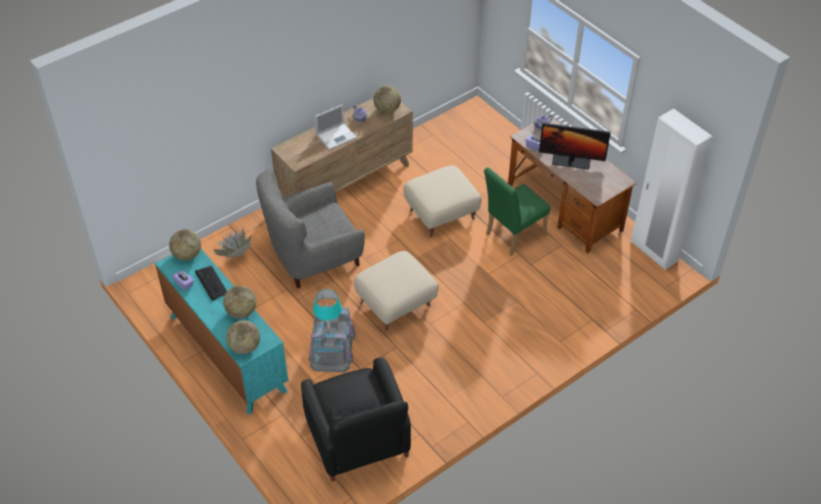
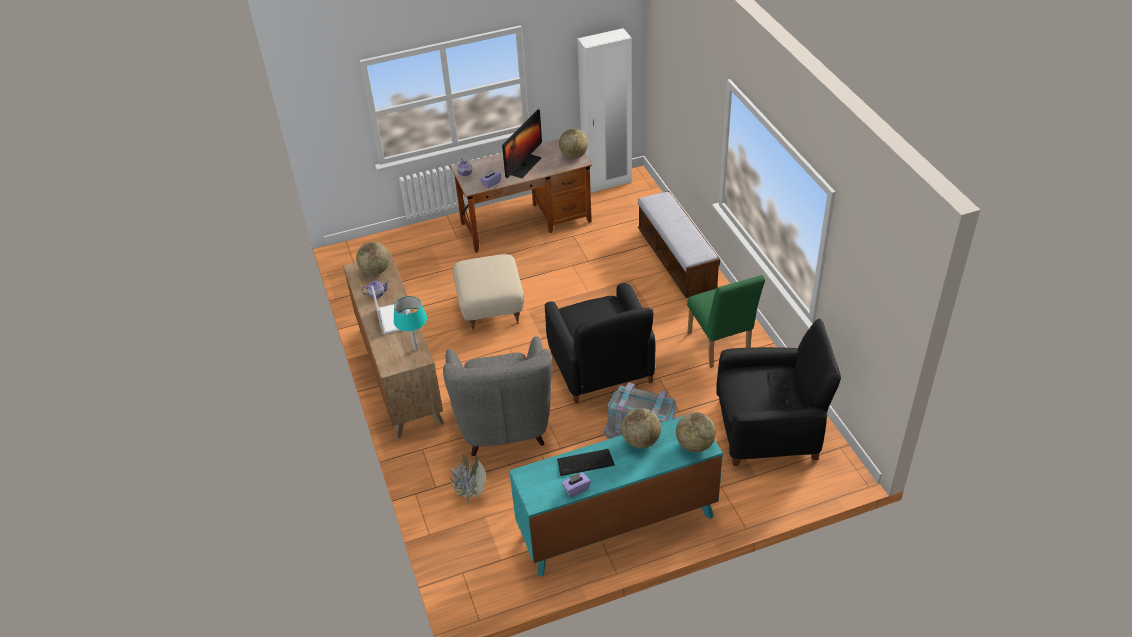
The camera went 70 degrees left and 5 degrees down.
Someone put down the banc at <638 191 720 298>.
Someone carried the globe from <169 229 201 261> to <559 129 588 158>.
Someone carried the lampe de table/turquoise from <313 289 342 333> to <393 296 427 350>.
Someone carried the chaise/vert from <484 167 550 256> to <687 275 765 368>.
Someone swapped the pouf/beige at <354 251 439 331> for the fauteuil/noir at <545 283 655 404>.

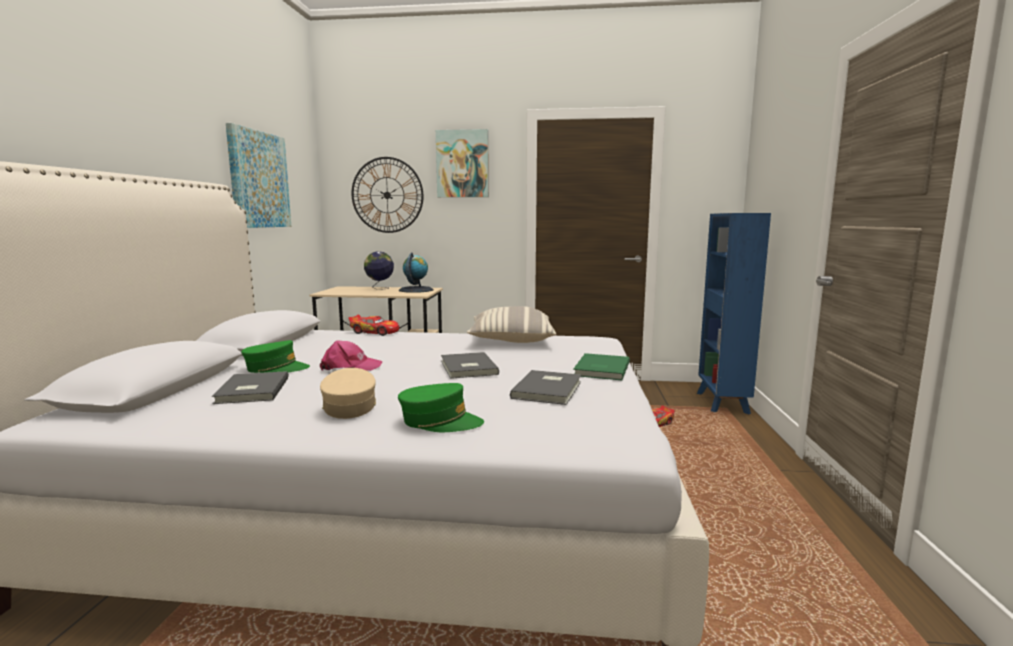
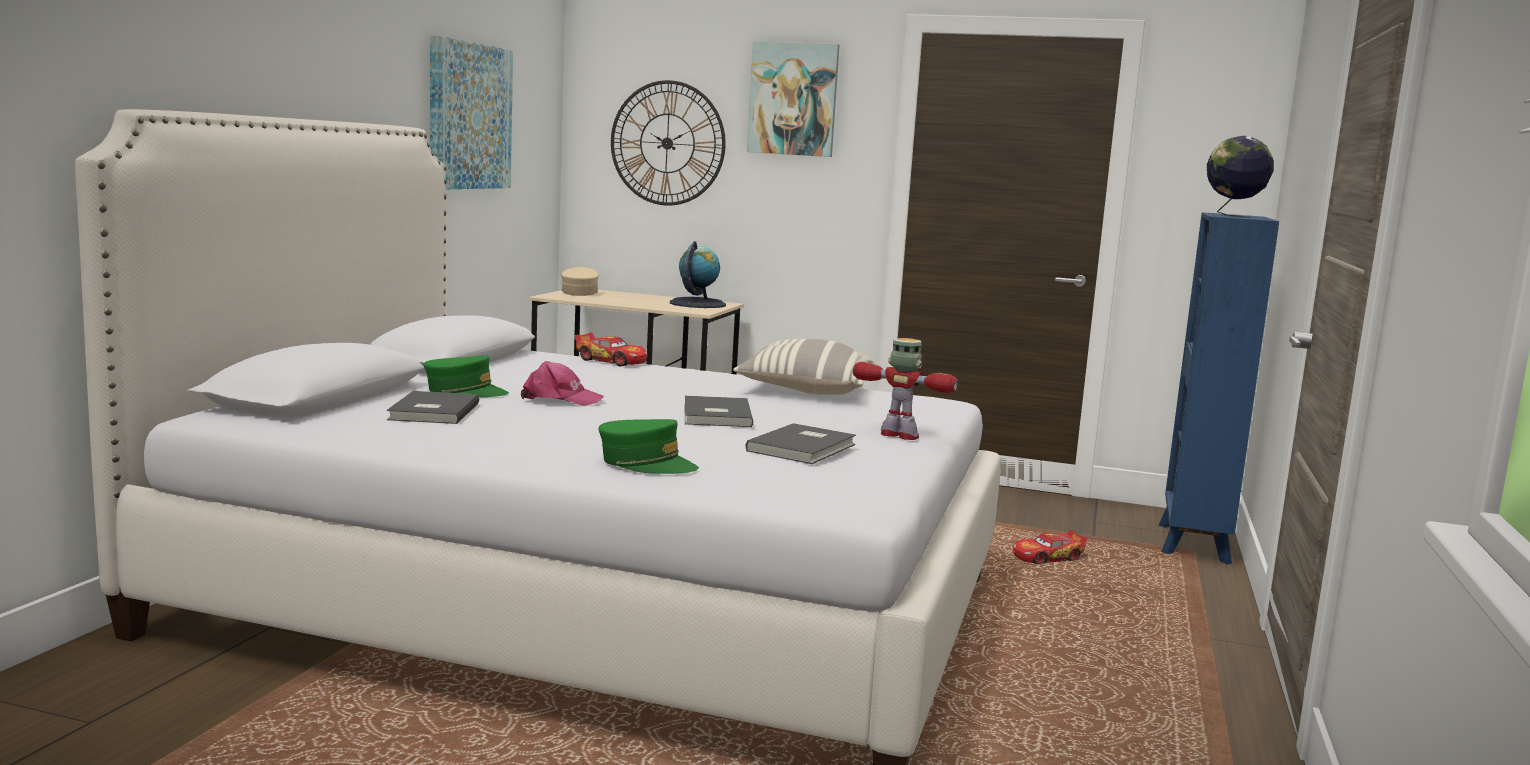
The camera went 10 degrees right and 0 degrees up.
Someone carried the casquette/beige from <320 368 376 419> to <561 267 599 296>.
Someone carried the globe from <364 251 394 290> to <1207 136 1274 218>.
Someone swapped the livre/vert at <573 353 630 380> for the robot jouet at <853 338 958 440>.

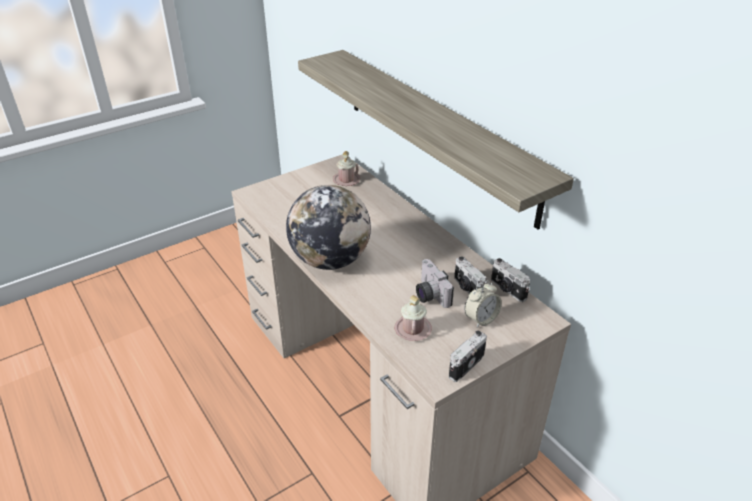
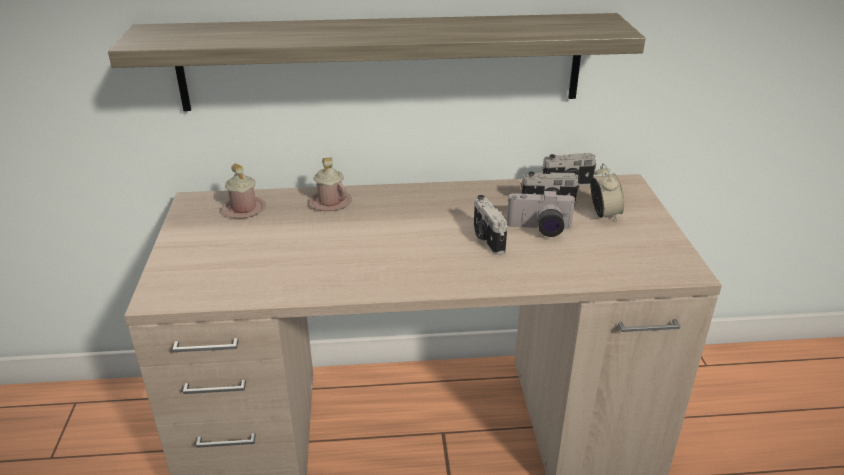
The camera went 60 degrees left and 5 degrees down.
Someone took away the globe at <286 185 371 270>.
Someone carried the mug/rose from <395 295 432 341> to <309 158 352 211>.
Someone carried the appareil photo from <449 331 487 382> to <474 195 507 255>.

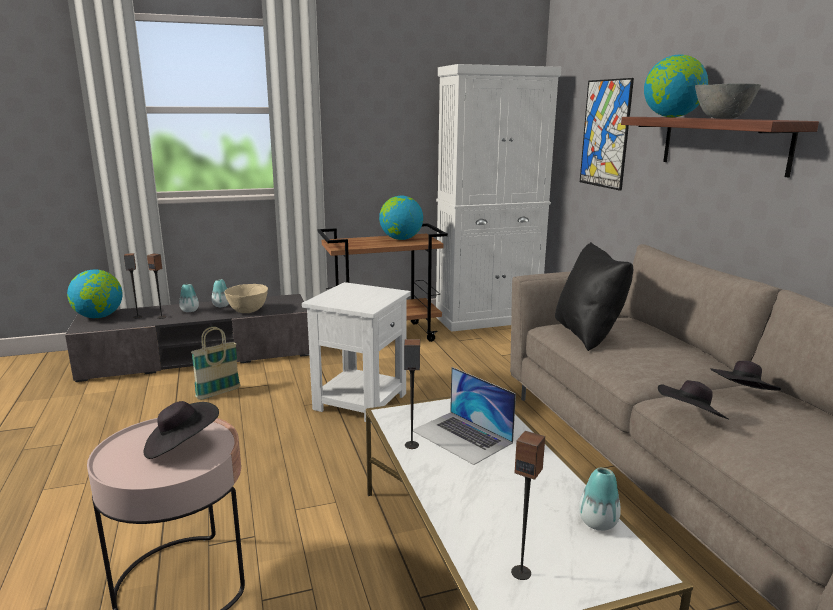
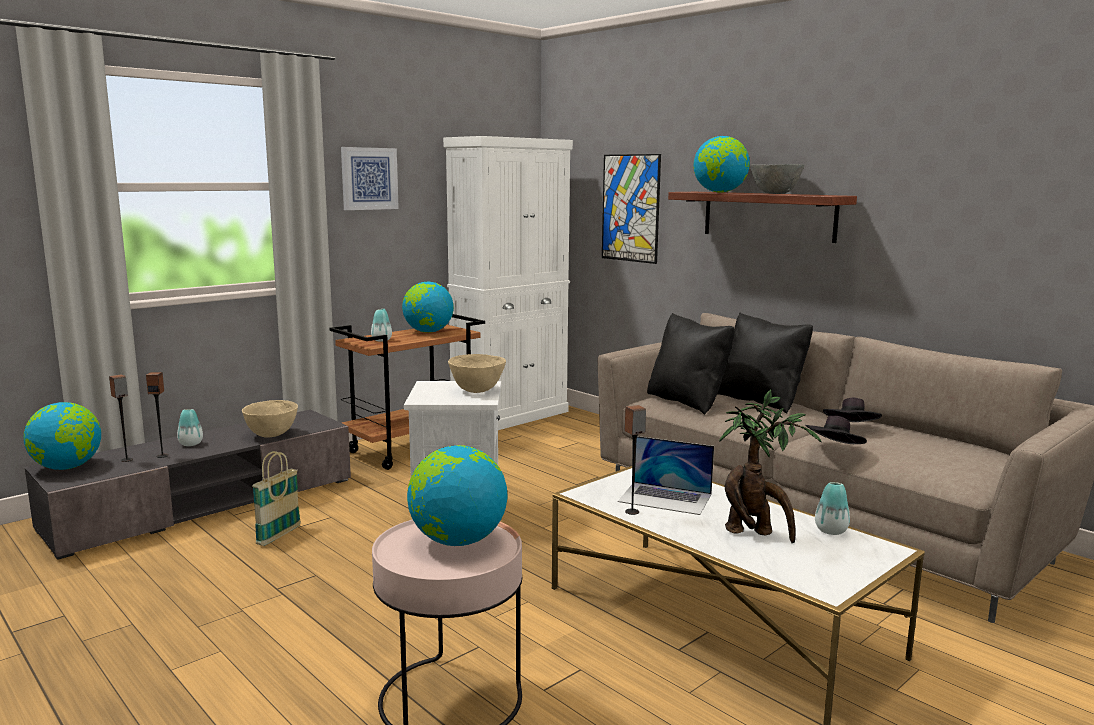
The camera went 25 degrees left and 5 degrees down.
Someone took away the enceinte at <511 431 545 580>.
Someone put up the tableau at <341 147 399 210>.
Someone put down the bol/beige at <448 354 506 393>.
Someone put down the coussin/noir at <717 312 813 414>.
Someone put down the plante en pot at <719 390 821 543>.
Someone carried the vase from <212 279 229 307> to <371 309 392 341>.
Someone swapped the chapeau/noir at <144 401 219 459> for the globe at <407 445 508 546>.

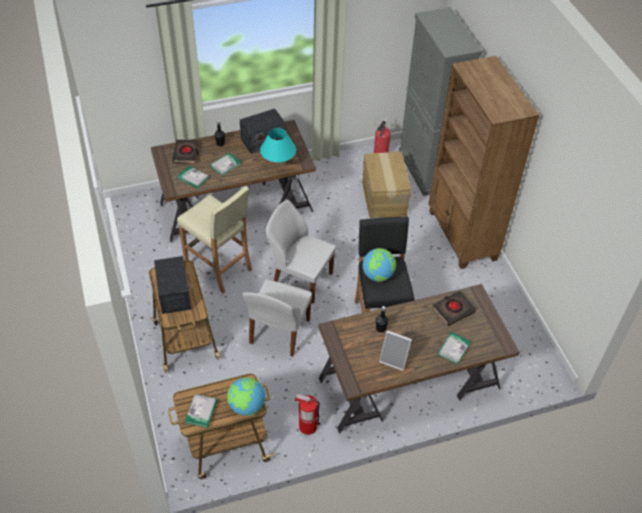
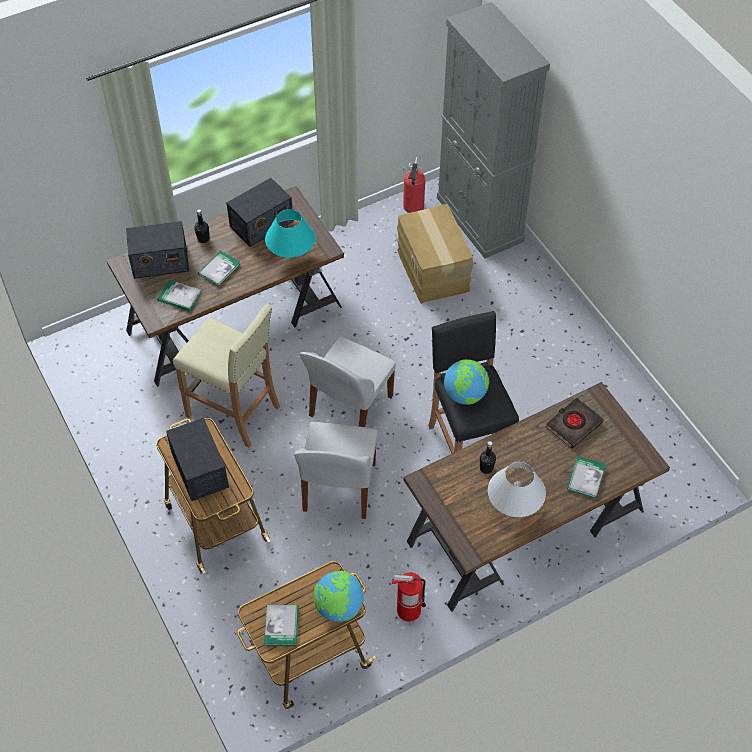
The camera went 10 degrees left and 5 degrees up.
Someone took away the bibliothèque/marron at <429 56 540 269>.
Someone swapped the livre/noir at <172 140 199 164> for the radio at <126 221 189 279>.
Someone swapped the cadre photo at <379 330 412 371> for the lampe de table/blanc at <488 462 546 517>.
Someone rotated the chaise/blanc at <265 200 336 304> by 75 degrees counterclockwise.

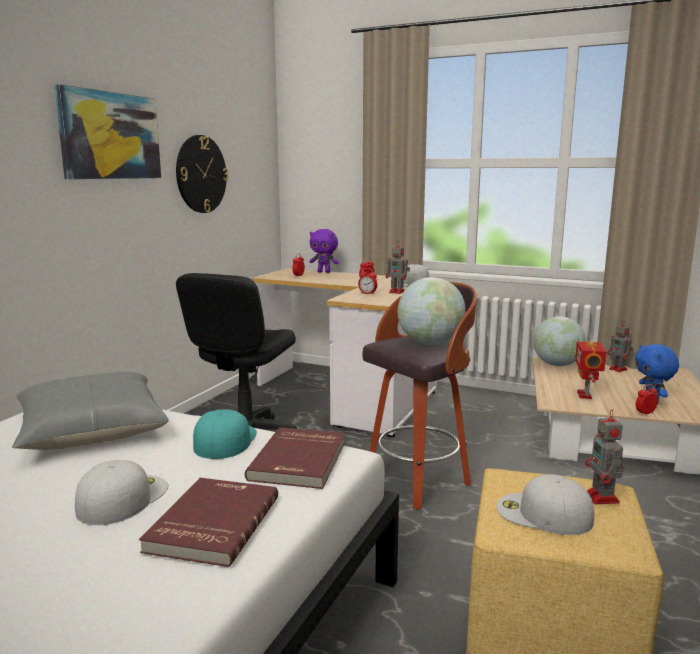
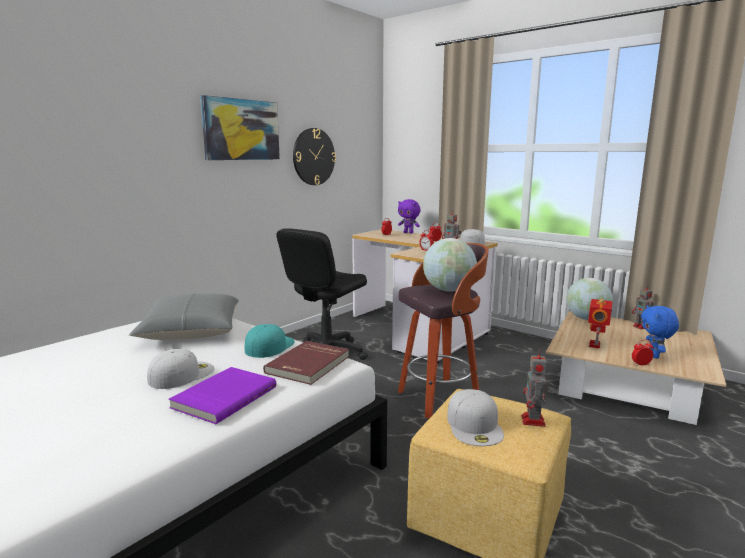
The camera went 15 degrees right and 0 degrees up.
Someone repainted the livre/rouge at <139 478 278 567>, which became the livre/violet at <169 367 276 424>.
Someone rotated the casquette/blanc at <497 474 594 535> by 135 degrees counterclockwise.

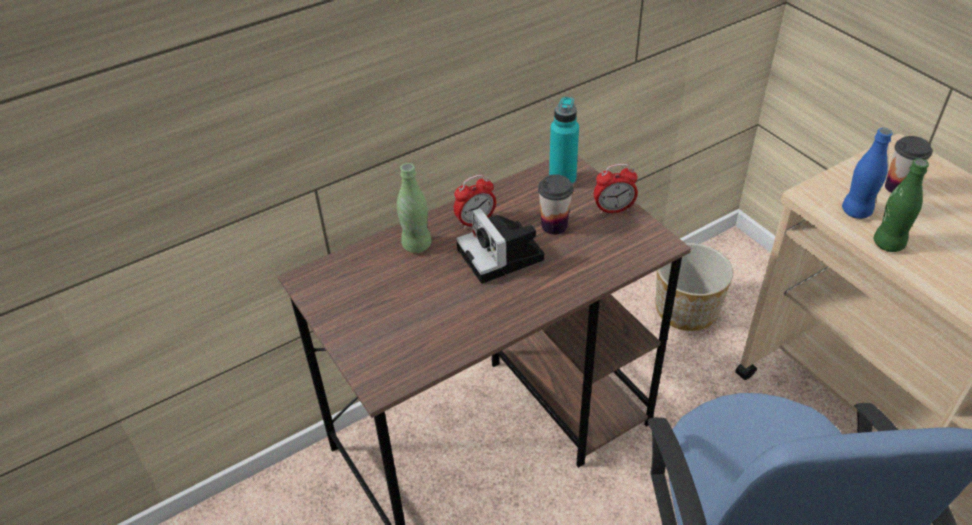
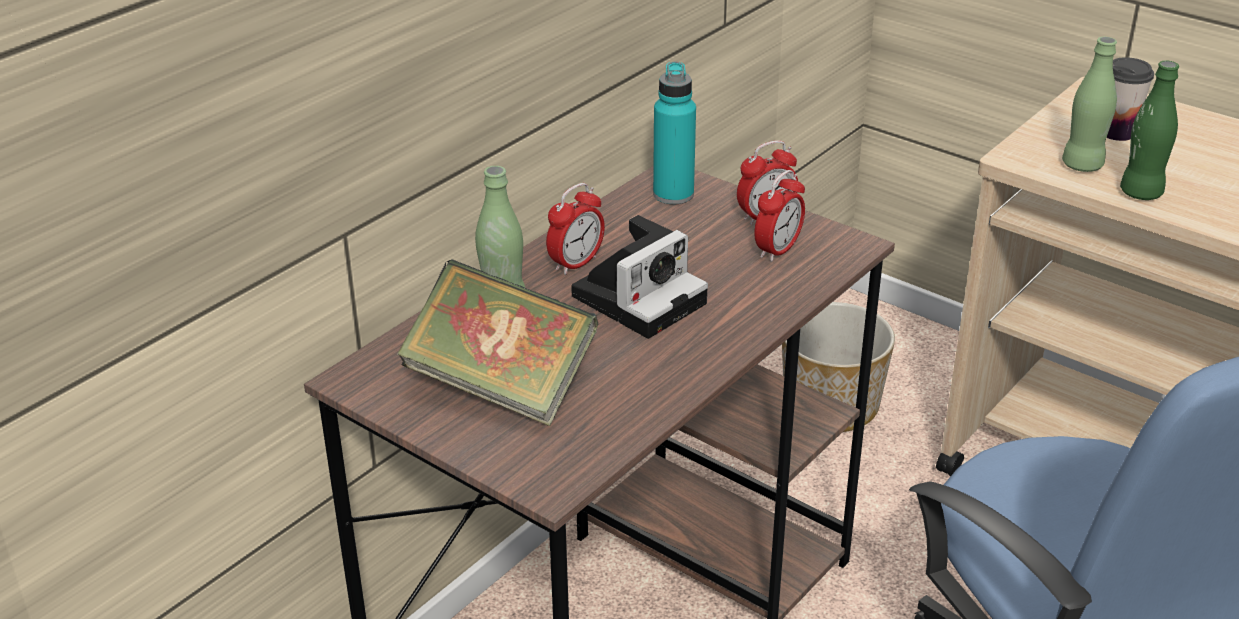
The camera went 20 degrees left and 10 degrees down.
Someone took away the tasse at <538 174 573 235>.
Someone put down the livre at <397 259 598 426>.
Someone put down the réveil at <754 170 805 262>.
Someone repainted the bouteille/bleu at <842 128 893 219>, which became the bouteille/vert at <1062 37 1117 172>.
Someone rotated the appareil photo at <456 208 544 284> by 90 degrees counterclockwise.

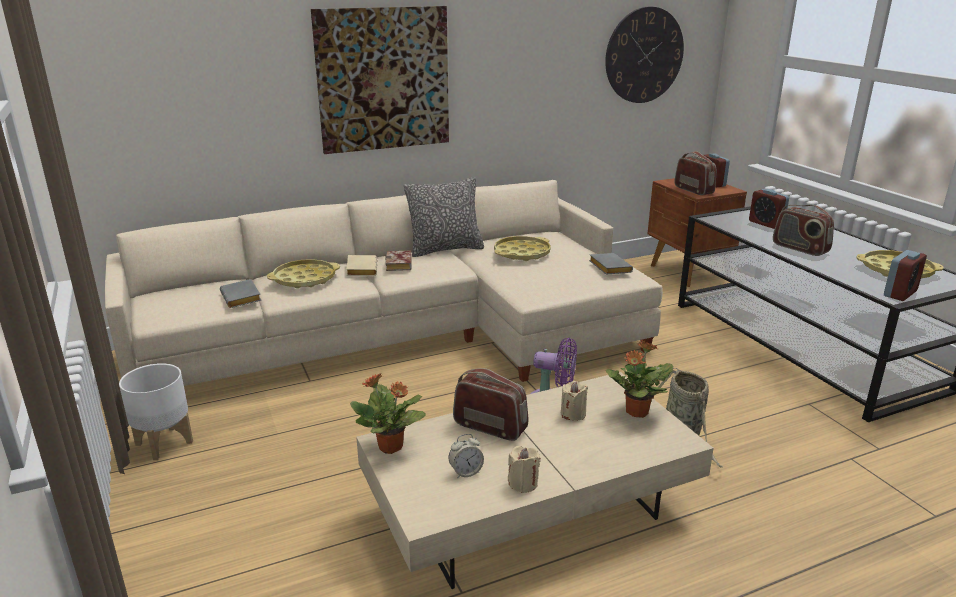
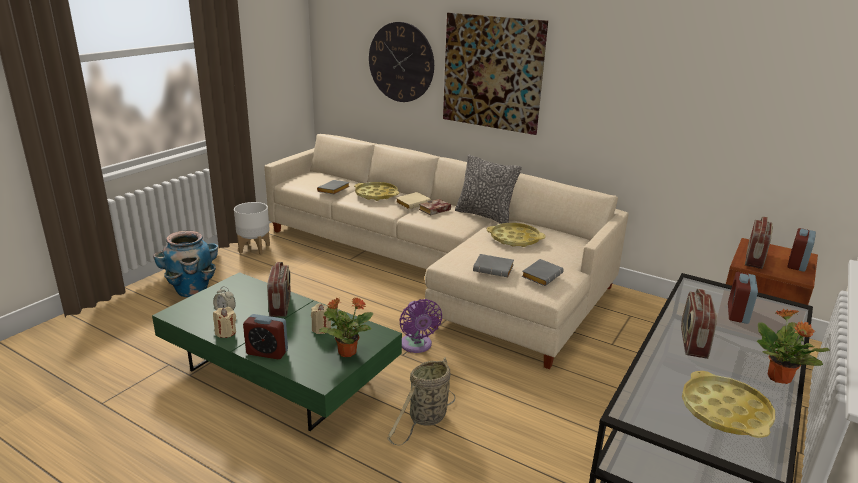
The camera went 55 degrees right and 0 degrees up.
Someone put down the cache-pot at <153 231 218 297>.
Someone put down the livre/gris at <473 254 514 277>.
Someone carried the plante en pot from <350 373 426 454> to <757 309 830 384>.
Someone carried the horloge murale from <605 7 684 103> to <369 22 434 102>.
Someone carried the réveil from <884 250 927 301> to <243 314 288 359>.
Someone repainted the table basse/beige at <356 372 714 589>, which became the table basse/vert at <152 272 402 431>.

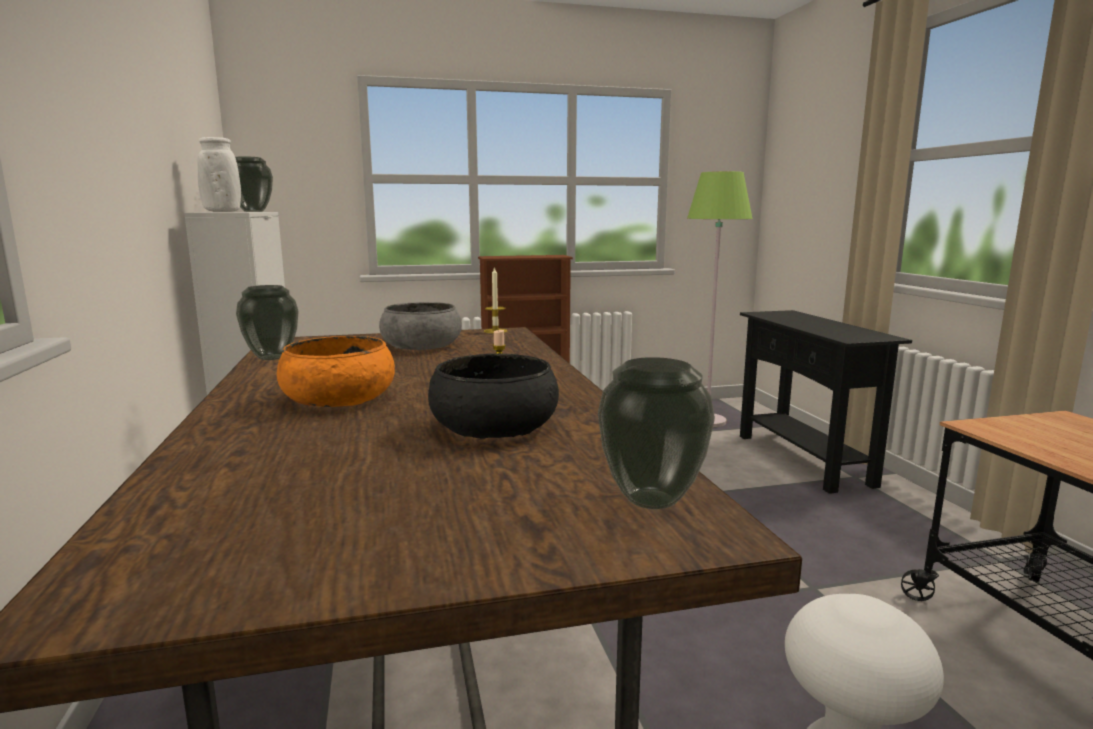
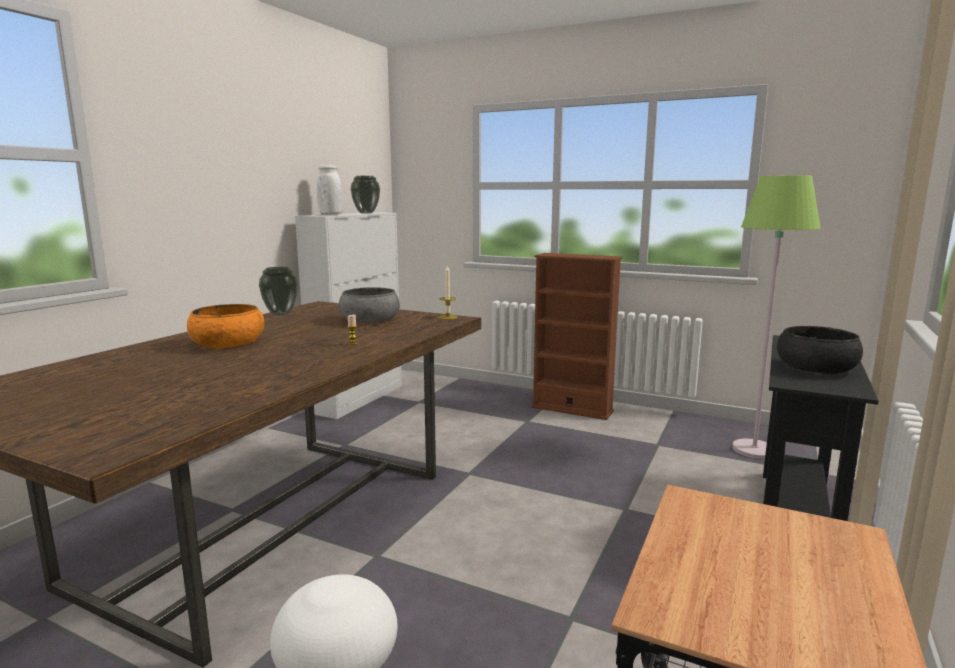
The camera went 40 degrees right and 0 degrees up.
Someone took away the vase at <598 357 715 509>.
Someone carried the bol/noir from <428 354 559 438> to <777 326 863 374>.

